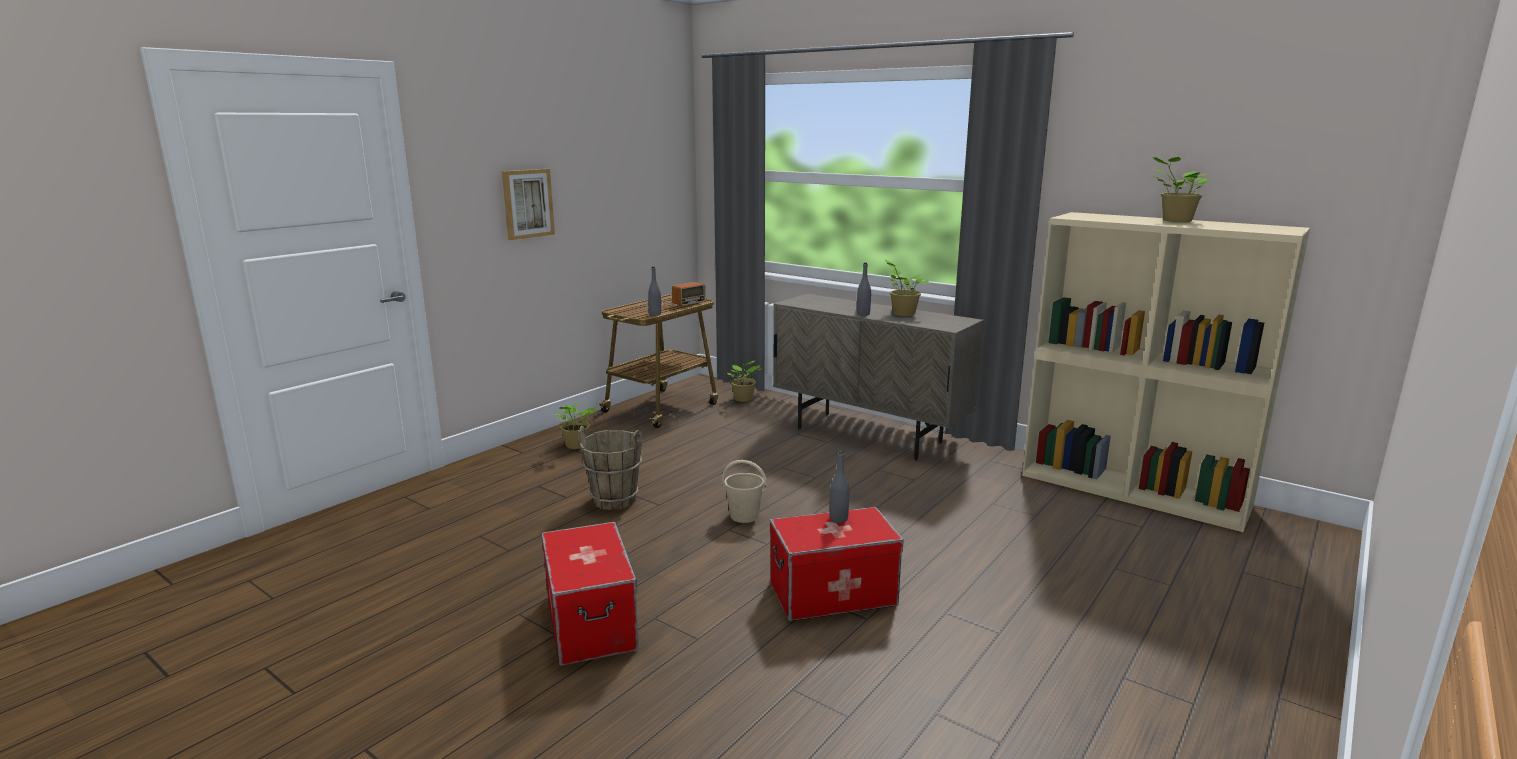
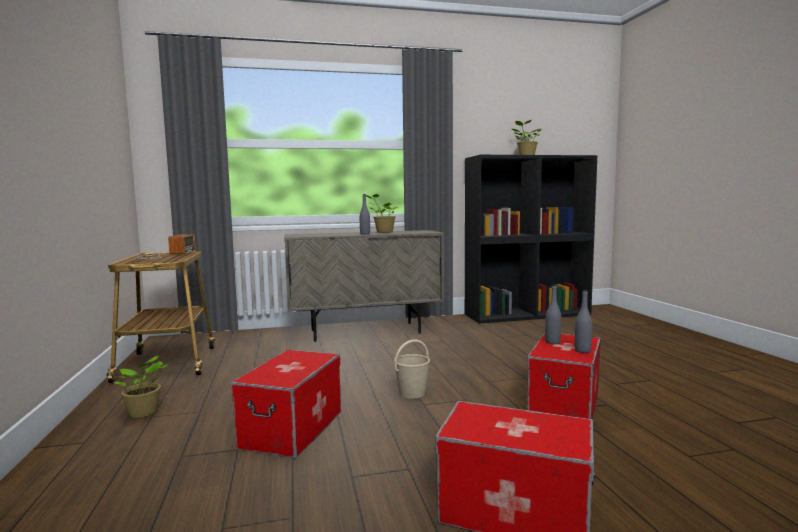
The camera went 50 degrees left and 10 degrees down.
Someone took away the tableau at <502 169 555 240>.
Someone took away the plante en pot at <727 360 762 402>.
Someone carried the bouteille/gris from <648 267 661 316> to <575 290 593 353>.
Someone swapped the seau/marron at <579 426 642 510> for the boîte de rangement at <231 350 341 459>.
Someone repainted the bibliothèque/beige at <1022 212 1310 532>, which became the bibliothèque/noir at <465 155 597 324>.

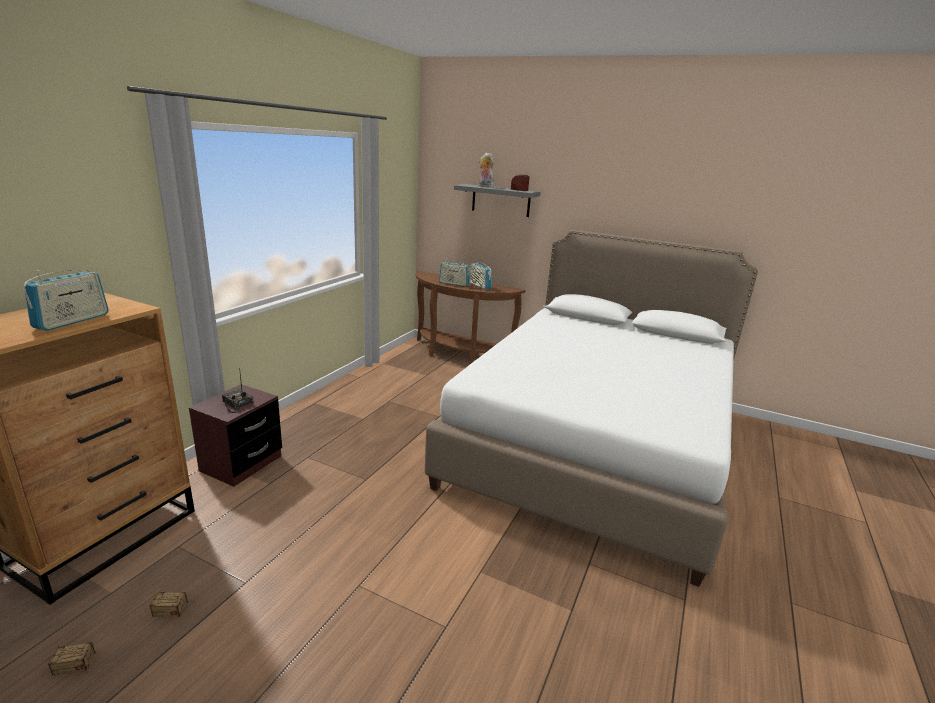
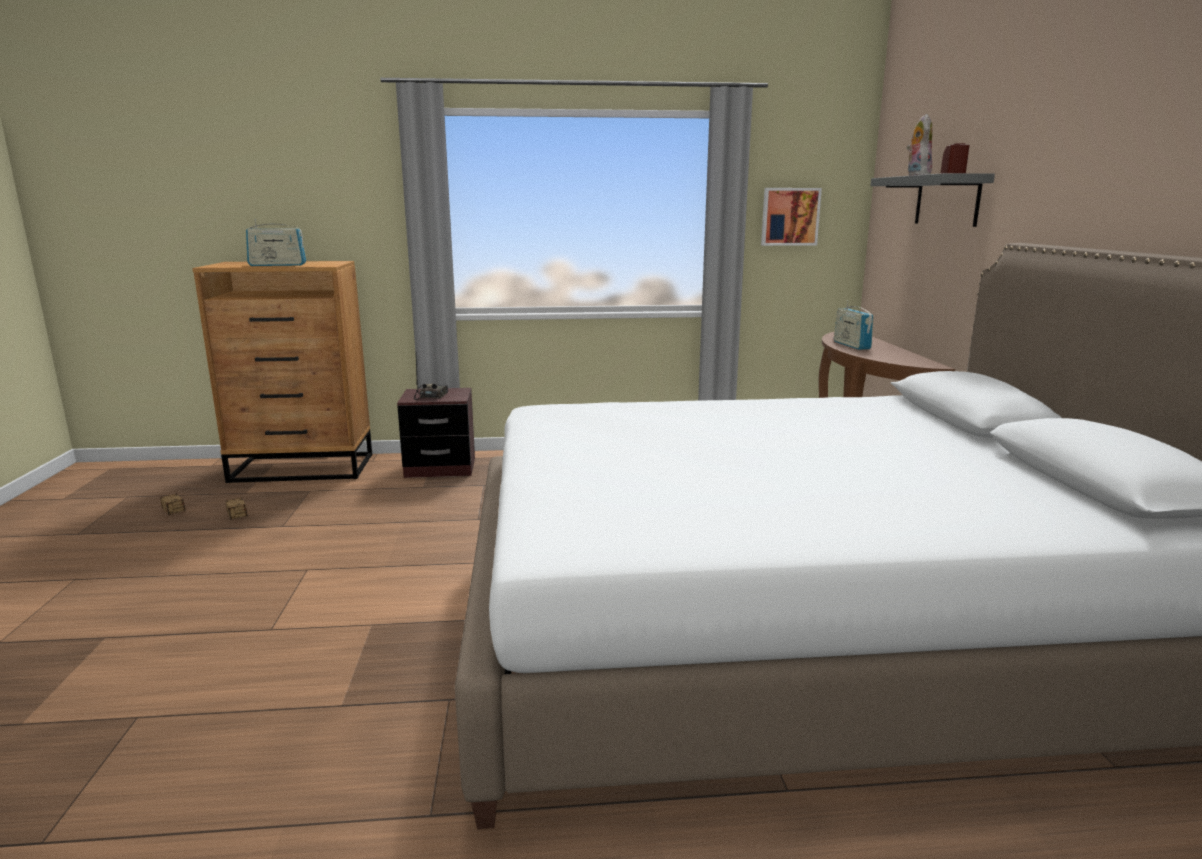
The camera went 60 degrees right and 5 degrees down.
Someone took away the radio at <469 259 492 290>.
Someone put up the tableau at <761 188 822 246>.

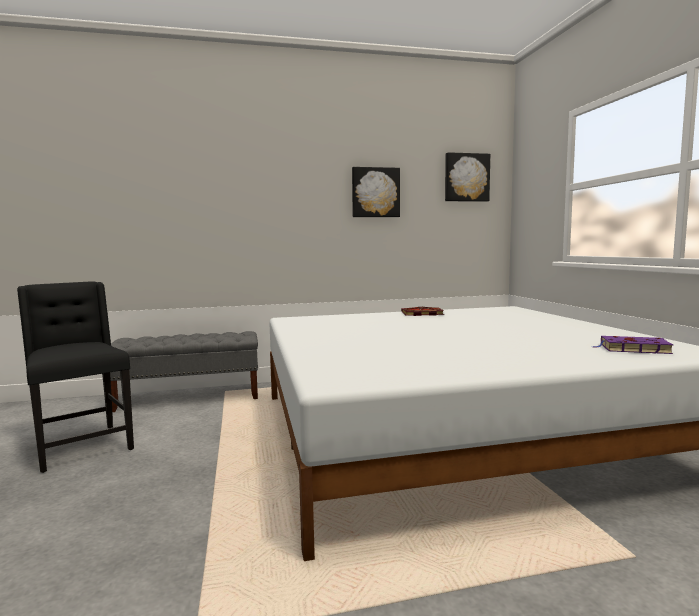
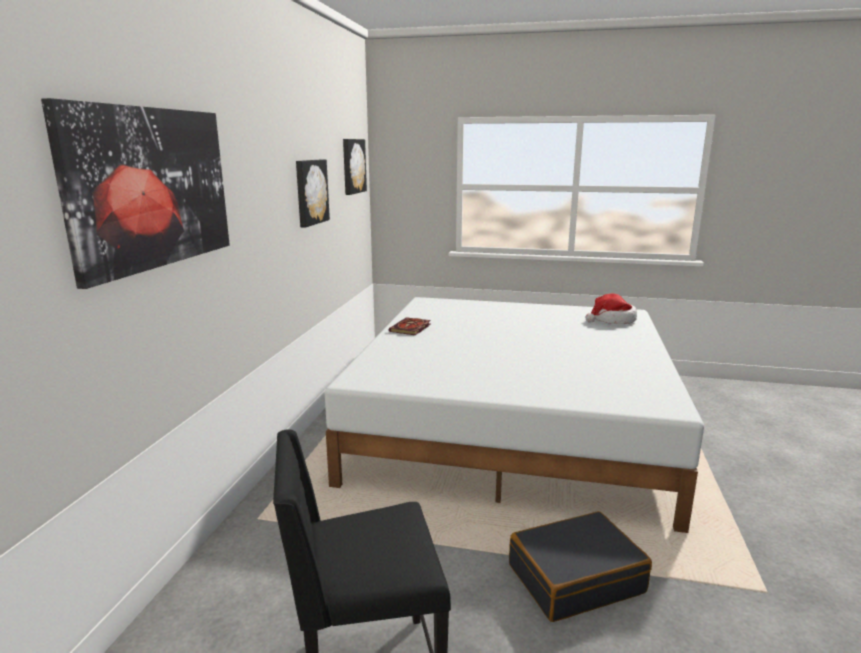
The camera went 65 degrees left and 10 degrees up.
Someone took away the banc/gris at <110 331 258 412>.
Someone put up the tableau at <41 98 230 289>.
Someone put down the valise/noir at <509 511 652 622>.
Someone swapped the livre/violet at <592 336 673 354> for the chapeau at <586 294 637 324>.

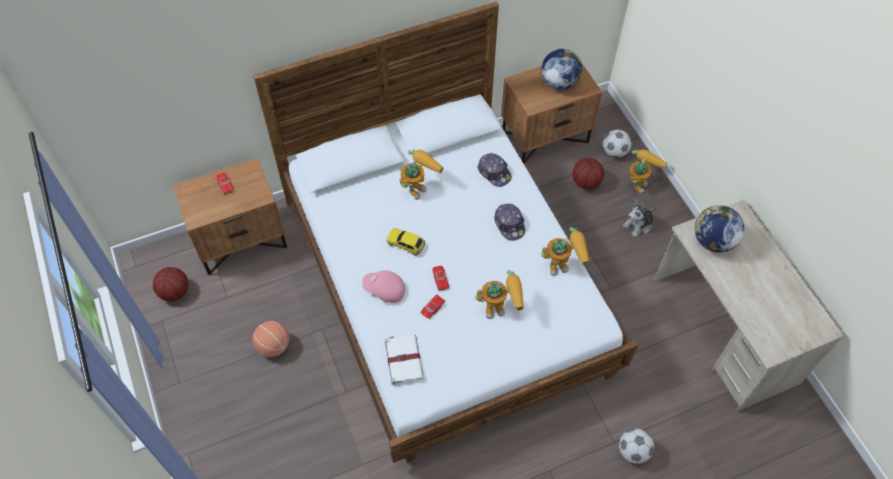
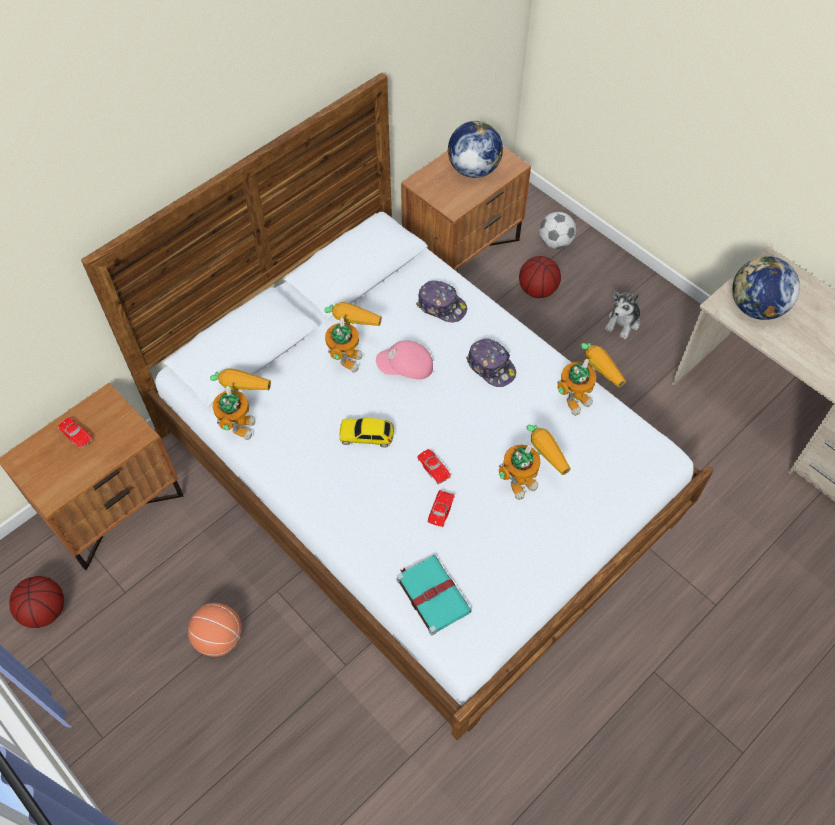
The camera went 20 degrees left and 0 degrees up.
Someone took away the ballon de foot at <619 429 654 464>.
Someone carried the casquette/rose from <362 270 405 303> to <376 340 433 379>.
Someone carried the robot jouet from <629 149 667 194> to <210 368 271 440>.
Someone repainted the livre/blanc at <385 335 424 385>, which became the livre/turquoise at <396 555 472 635>.

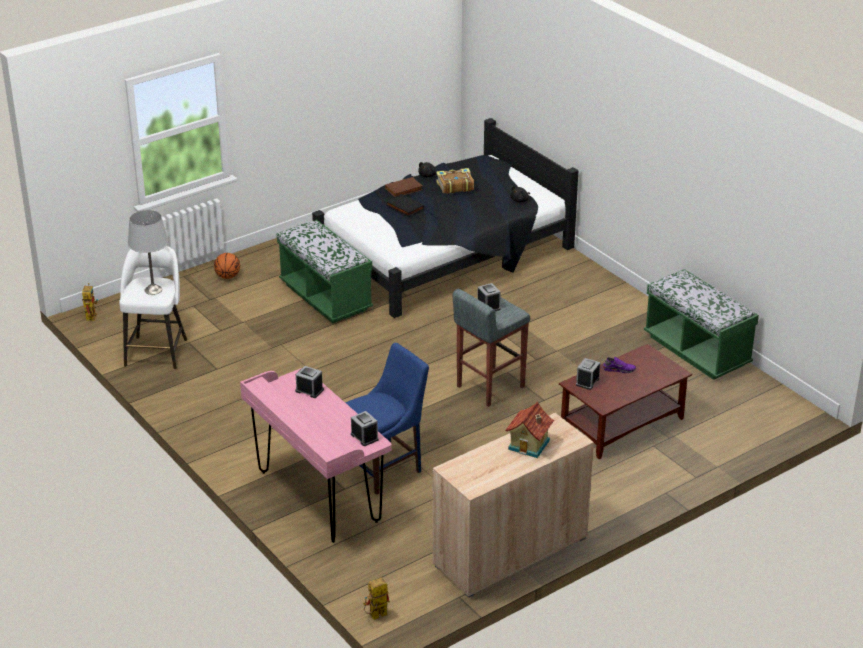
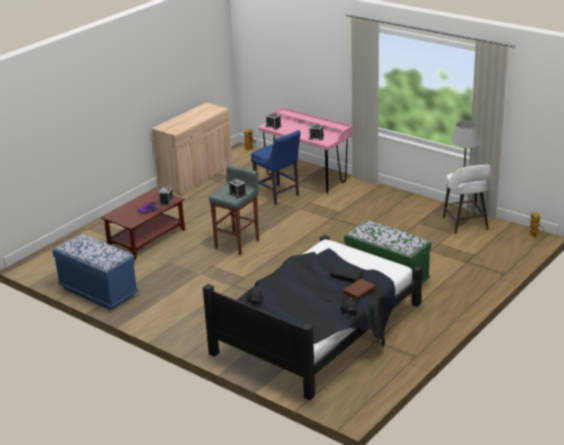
The camera went 165 degrees right and 5 degrees down.
Someone took away the ballon de basket at <214 253 240 279>.
Someone took away the livre at <436 168 474 194>.
Someone took away the maison miniature at <505 402 554 458>.
Someone repainted the banc/vert at <644 269 759 380>, which became the banc/bleu at <52 234 139 310>.
Someone rotated the chaise/bleu at <345 343 429 495> by 75 degrees counterclockwise.

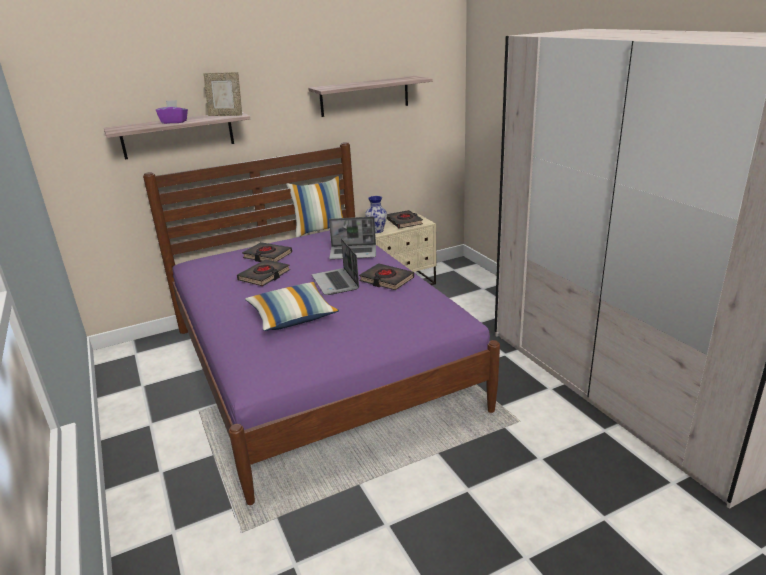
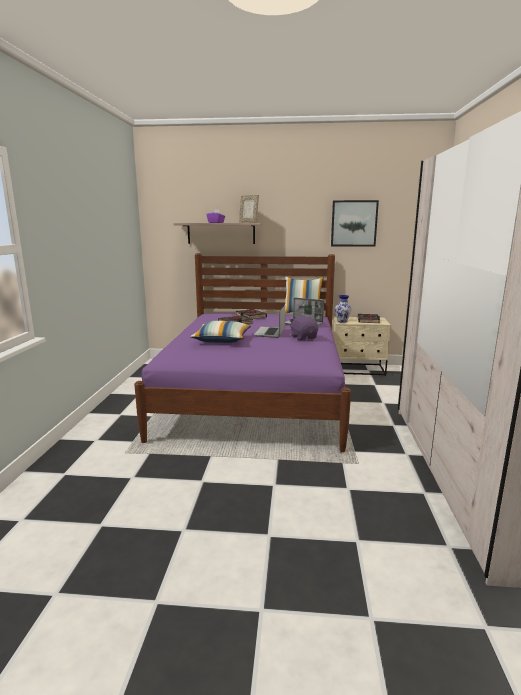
The camera went 30 degrees right and 10 degrees down.
Someone swapped the étagère at <308 76 432 117> for the tableau at <331 200 379 247>.
Someone swapped the livre/noir at <359 263 414 290> for the peluche/violet at <289 316 318 340>.

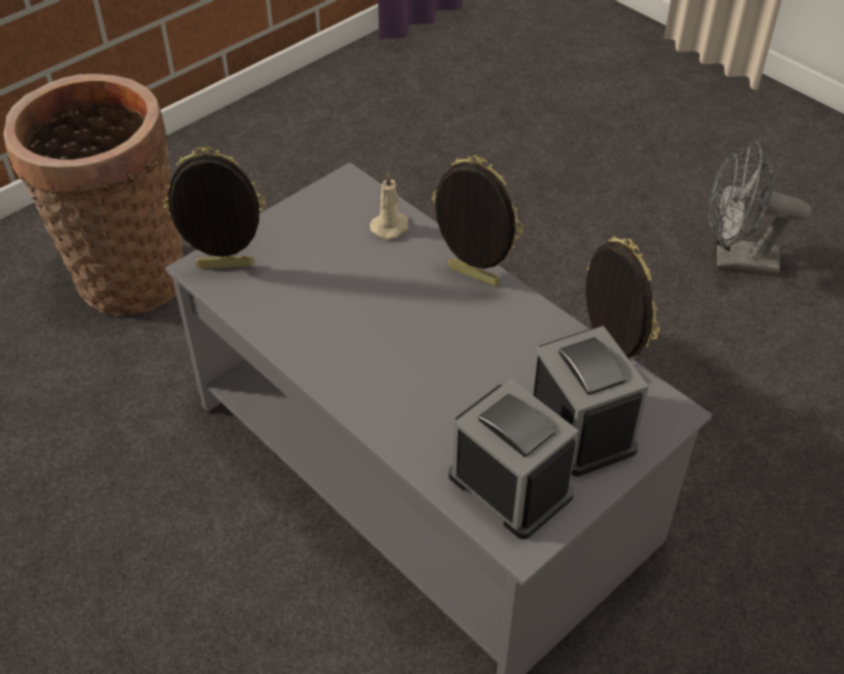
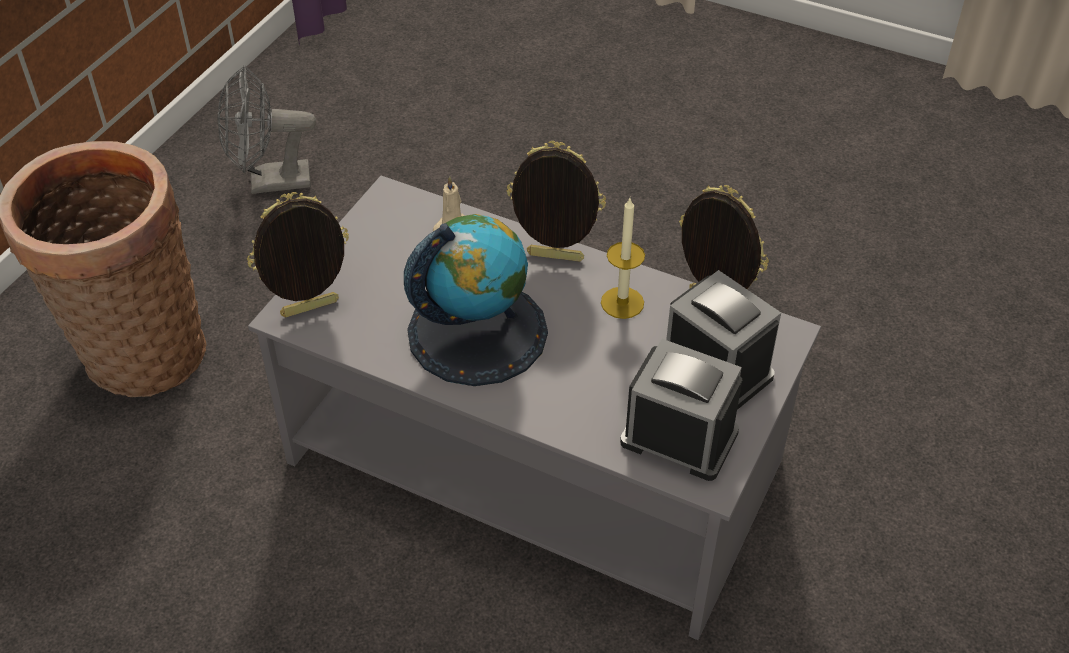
The camera went 20 degrees left and 0 degrees up.
Someone put down the globe at <404 214 548 386>.
Someone put down the bougie at <601 198 645 319>.
Someone carried the ventilateur/gris from <708 141 811 275> to <218 65 316 194>.

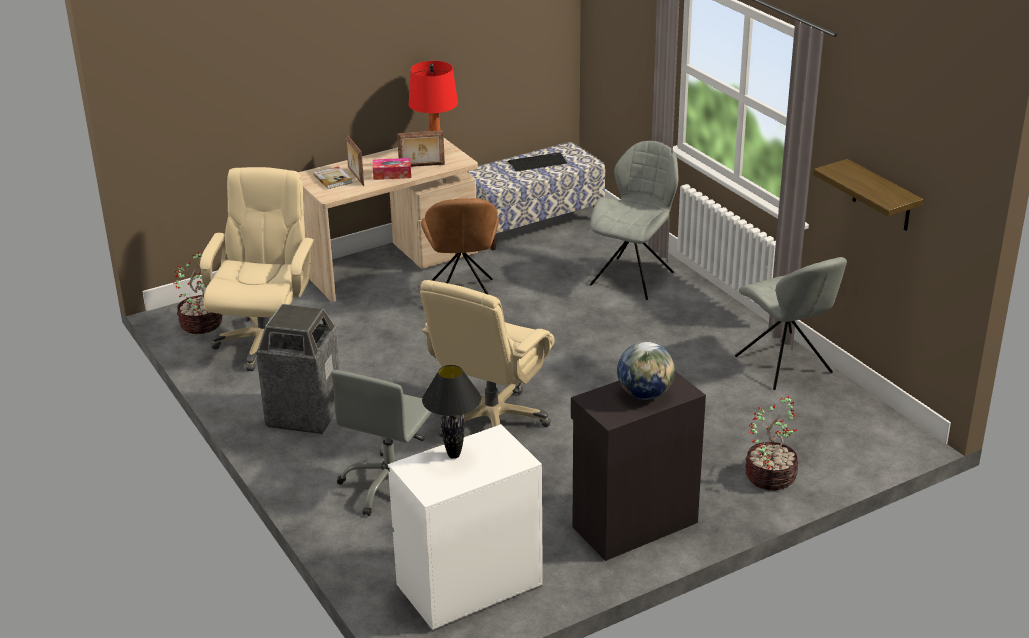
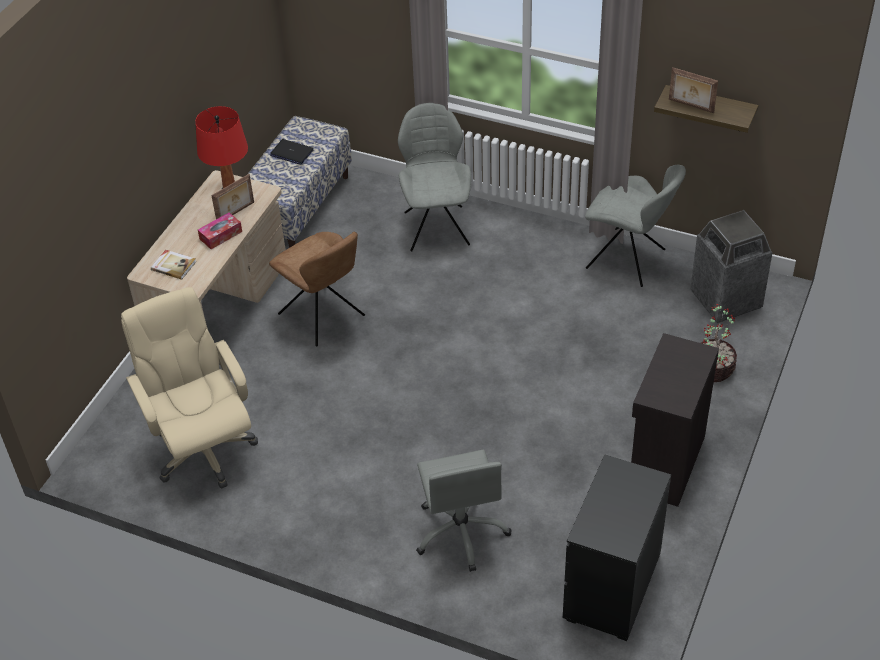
The camera went 35 degrees left and 15 degrees up.
Someone took away the plante en pot at <173 252 223 334>.
Someone took away the chaise de bureau/beige at <420 280 555 437>.
Someone took away the lampe de table/noir at <422 365 481 459>.
Someone took away the globe at <617 342 675 400>.
Someone carried the poubelle from <256 304 341 434> to <690 210 772 323>.
Someone carried the cadre photo from <346 134 364 186> to <669 67 718 113>.
Someone swapped the clavier at <508 152 567 172> for the ordinateur portable at <270 139 314 164>.
Someone repainted the commode/blanc at <388 424 543 632>, which became the commode/noir at <563 454 671 641>.

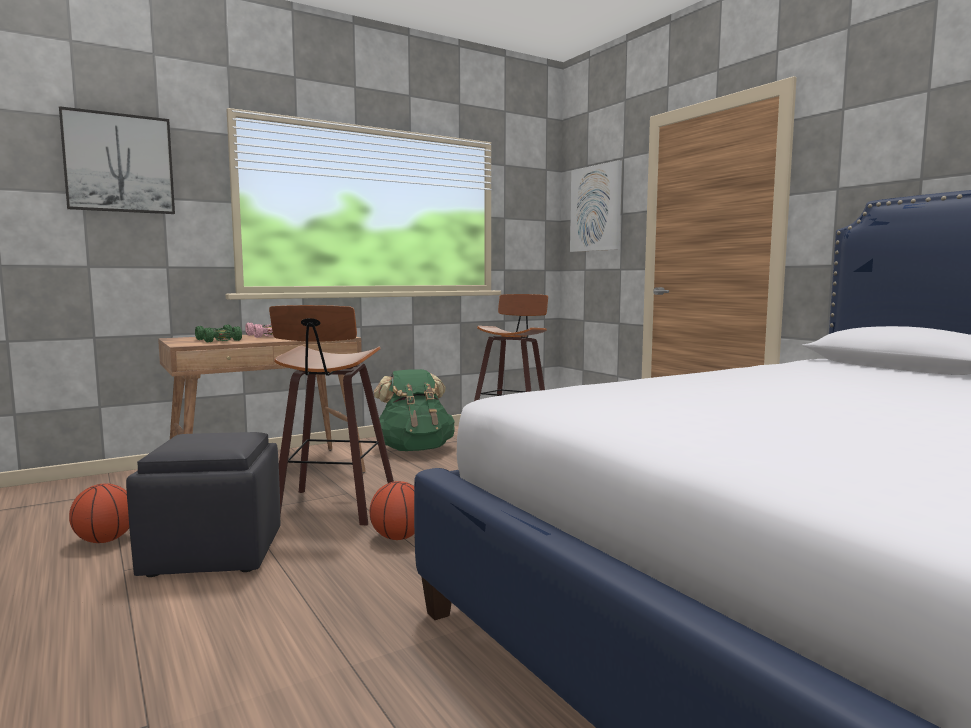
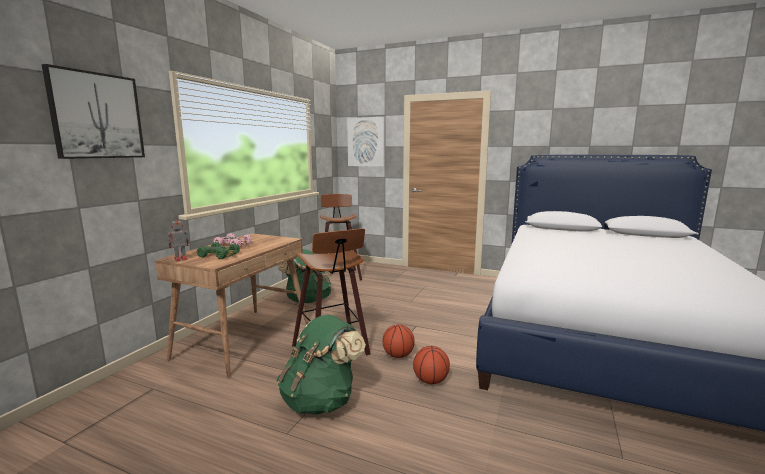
The camera went 35 degrees left and 5 degrees up.
Someone put down the robot jouet at <167 217 189 261>.
Someone carried the ballon de basket from <69 483 129 543> to <413 346 450 384>.
Someone swapped the pouf/noir at <126 432 280 577> for the sac à dos/vert at <276 314 366 415>.

